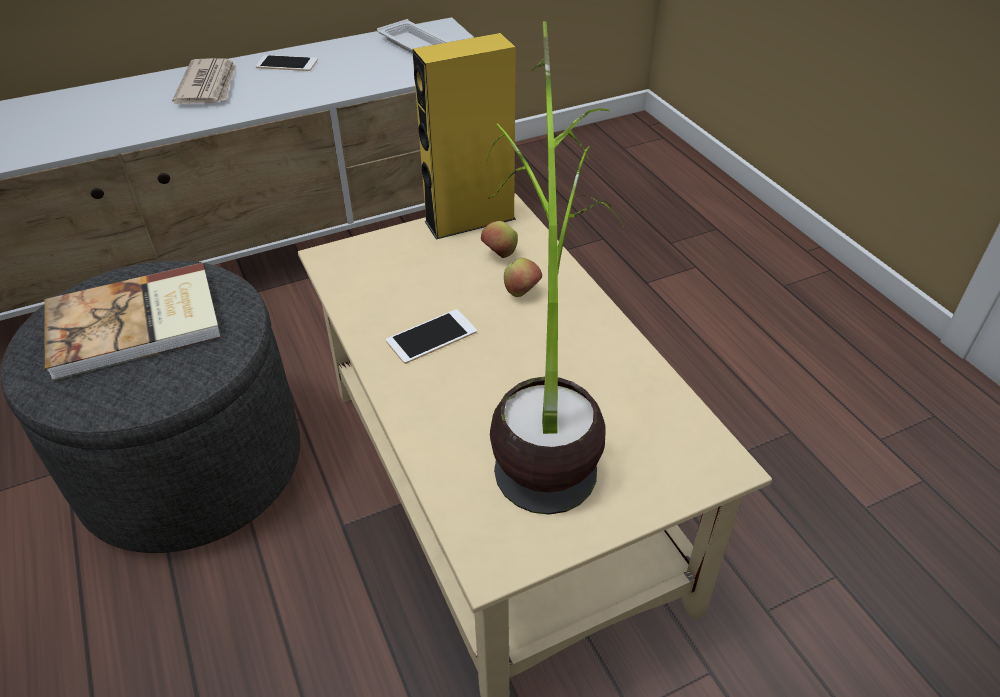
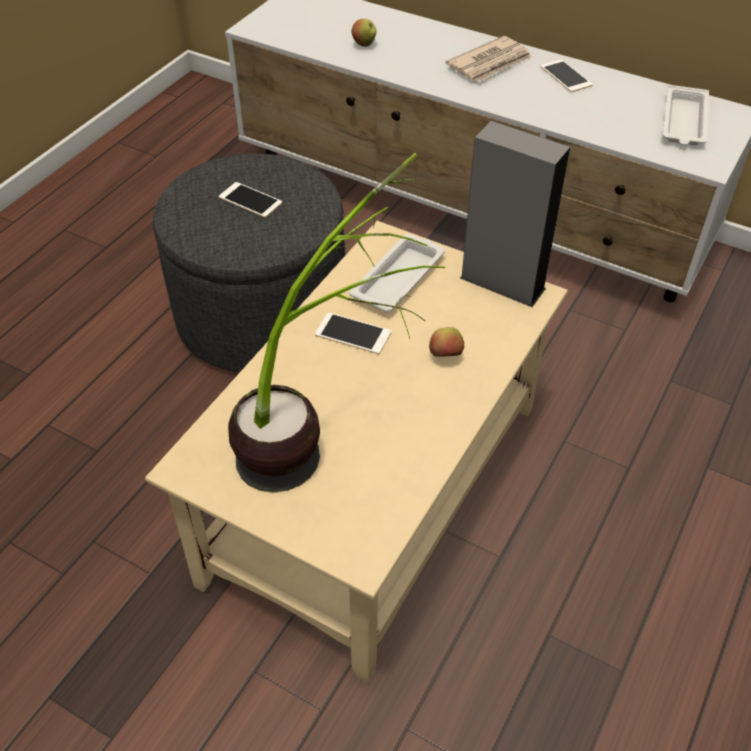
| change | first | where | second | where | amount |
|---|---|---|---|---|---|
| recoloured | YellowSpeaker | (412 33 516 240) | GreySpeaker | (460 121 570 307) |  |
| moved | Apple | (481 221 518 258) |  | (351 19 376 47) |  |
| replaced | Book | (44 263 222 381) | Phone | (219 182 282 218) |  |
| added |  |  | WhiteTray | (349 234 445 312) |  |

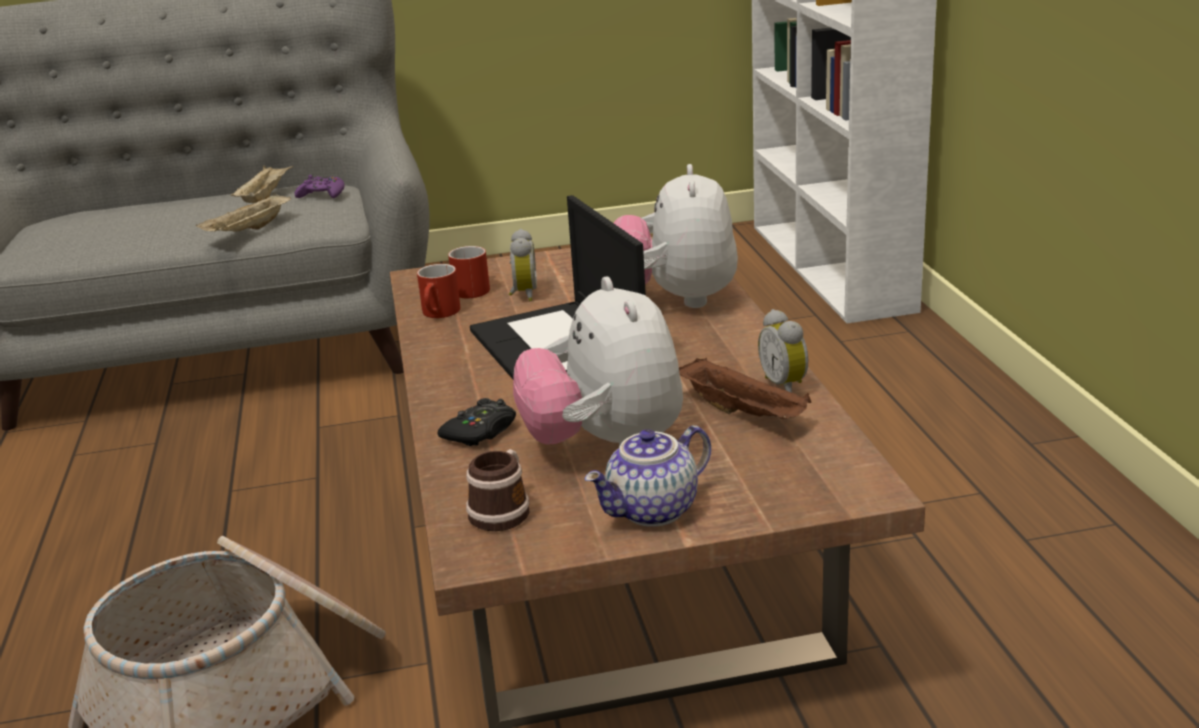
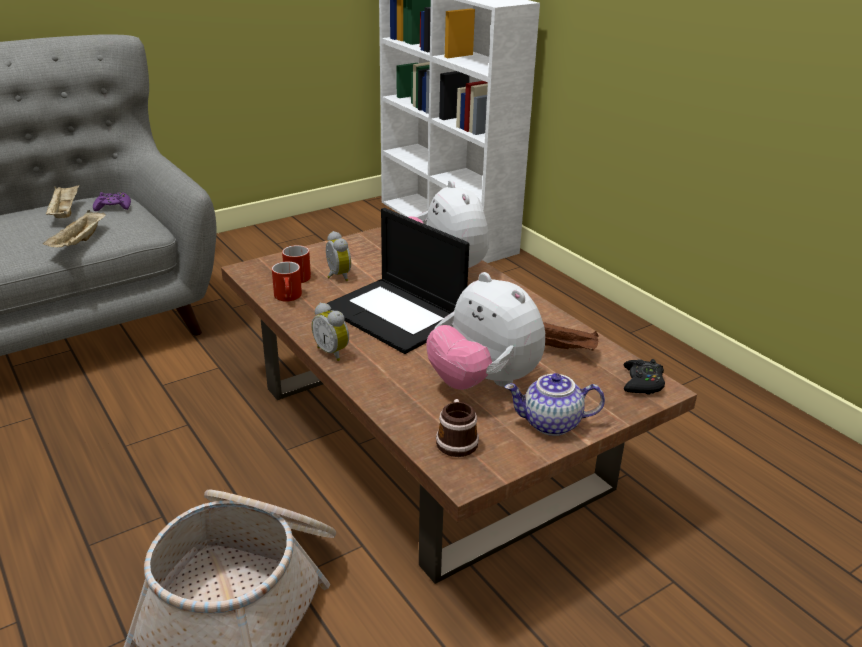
| change | first | where | second | where | amount |
|---|---|---|---|---|---|
| moved | AlarmClock | (758 309 808 393) |  | (311 303 349 361) |  |
| moved | BlackGameController | (438 398 516 446) |  | (623 359 665 395) |  |
| turned | Teapot | (585 425 711 527) |  | (505 373 605 436) | 60 degrees clockwise |

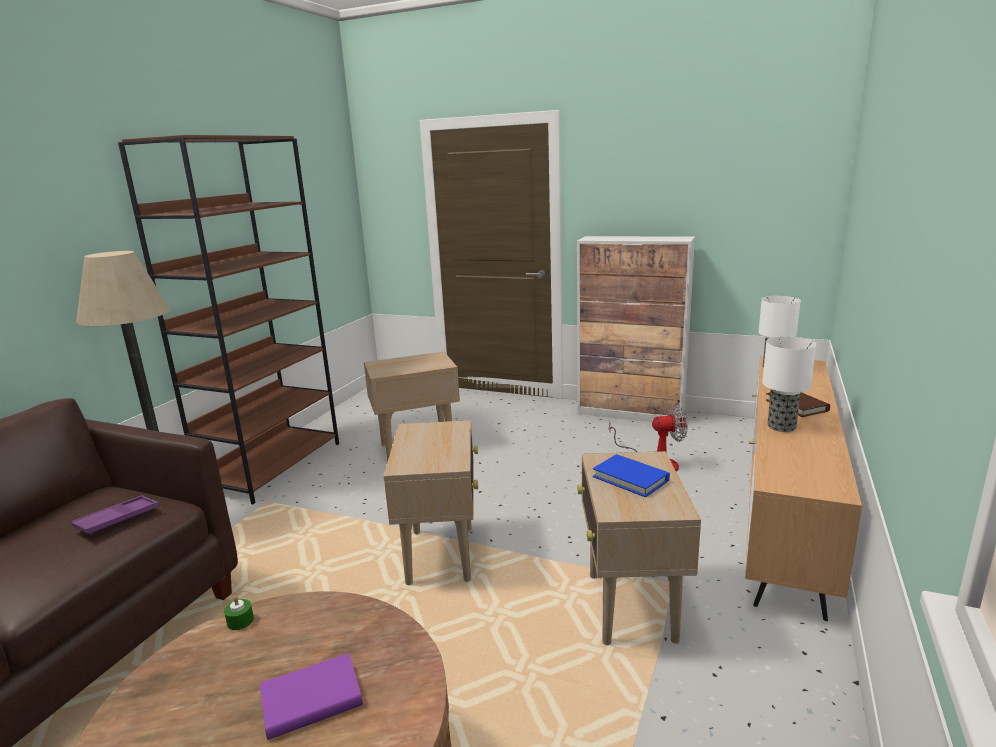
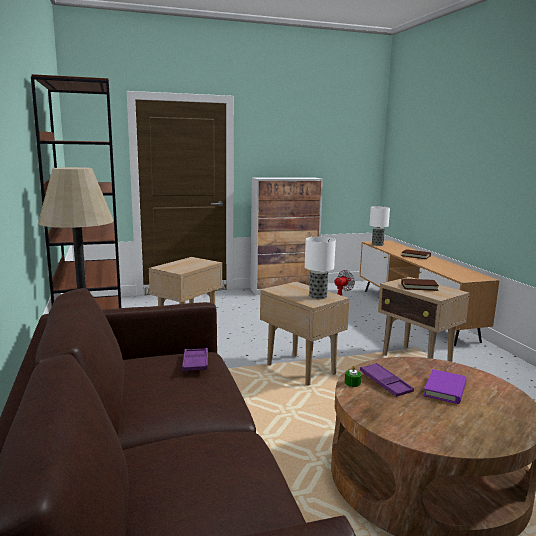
| change | first | where | second | where | amount |
|---|---|---|---|---|---|
| moved | TableLamp | (762 336 816 432) |  | (305 237 336 299) |  |
| recoloured | BlueBook | (593 454 670 497) | BrownBook | (401 278 439 291) |  |
| added |  |  | PurpleTray | (360 363 414 397) |  |

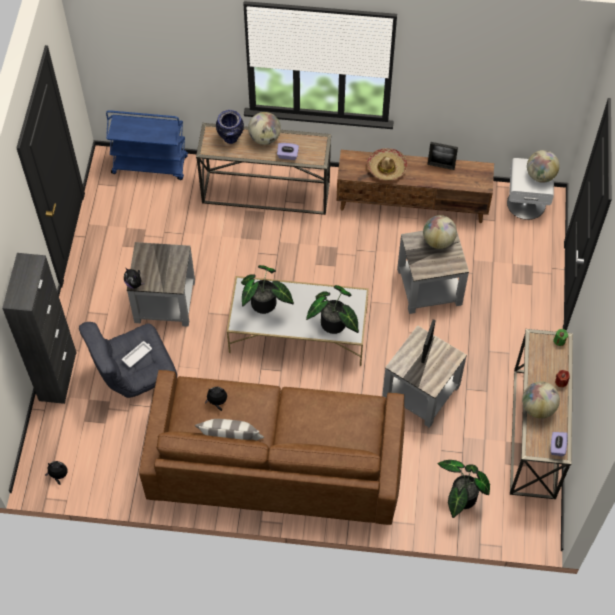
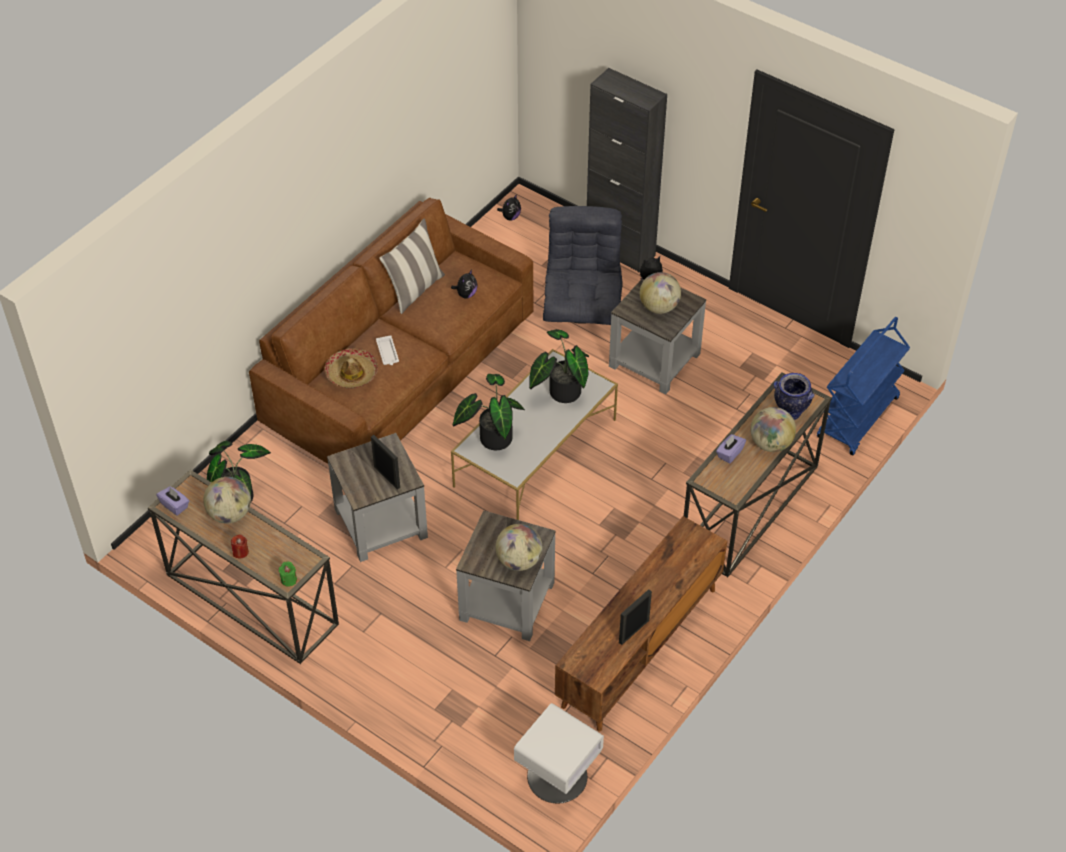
| change | first | where | second | where | amount |
|---|---|---|---|---|---|
| moved | Hat | (367 148 408 181) |  | (325 349 378 389) |  |
| moved | Globe | (527 150 560 183) |  | (640 272 681 314) |  |
| moved | WhiteTray | (122 341 152 367) |  | (376 335 399 365) |  |

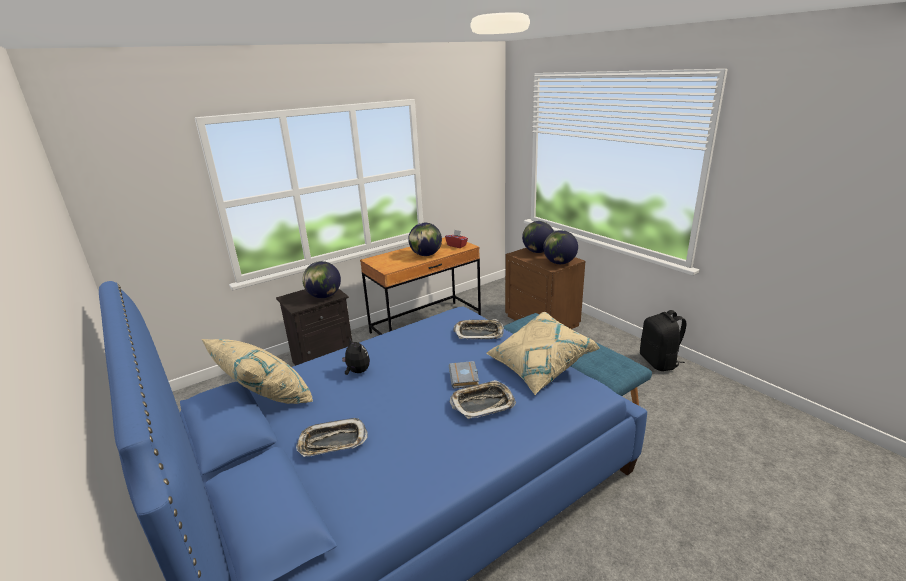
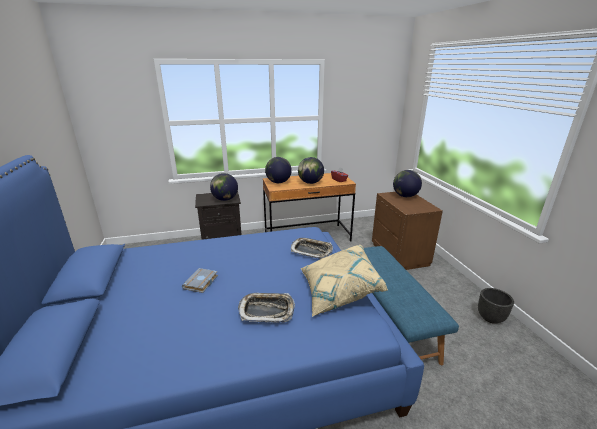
| change | first | where | second | where | amount |
|---|---|---|---|---|---|
| moved | Globe | (543 230 578 264) |  | (265 157 292 183) |  |
| replaced | BlackBackpack | (640 310 687 371) | BlackPlanter | (478 288 514 324) |  |
| removed | BeigePillow | (201 339 313 404) |  |  |  |
| removed | PlushToy | (342 339 370 375) |  |  |  |
| moved | GreyBook | (449 361 479 389) |  | (182 268 218 293) |  |
| removed | Tray | (296 418 368 457) |  |  |  |

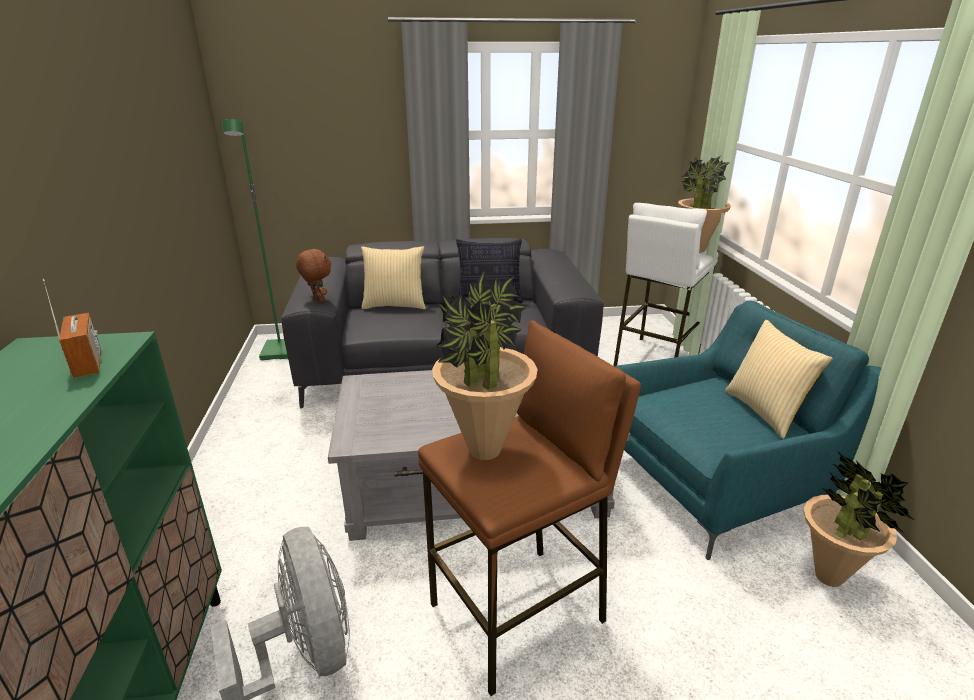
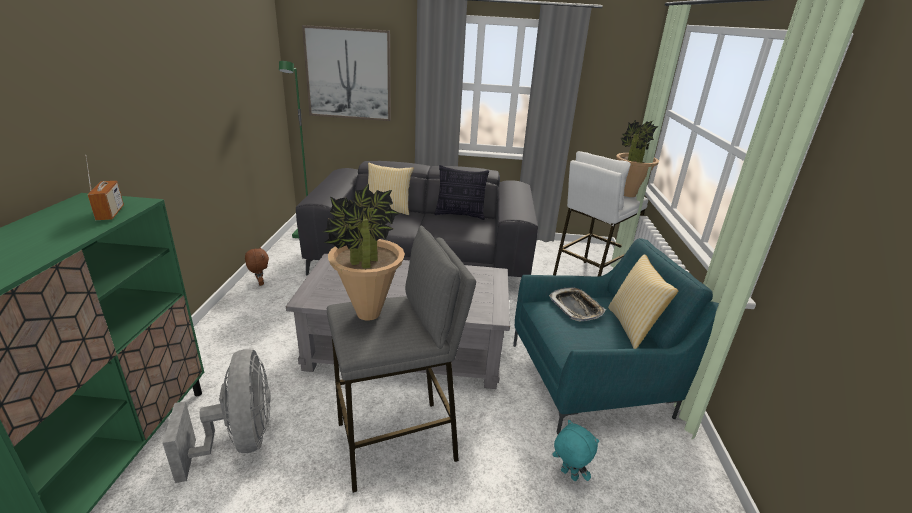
| change | first | where | second | where | amount |
|---|---|---|---|---|---|
| moved | BrownPlushToy | (296 248 331 302) |  | (245 247 269 286) |  |
| recoloured | BrownStool | (418 320 641 696) | GreyStool | (327 226 476 493) |  |
| removed | PottedPlant | (804 451 914 587) |  |  |  |
| added |  |  | Picture | (302 25 391 121) |  |
| added |  |  | Tray | (549 287 606 322) |  |
| added |  |  | TurquoisePlushToy | (553 420 599 481) |  |

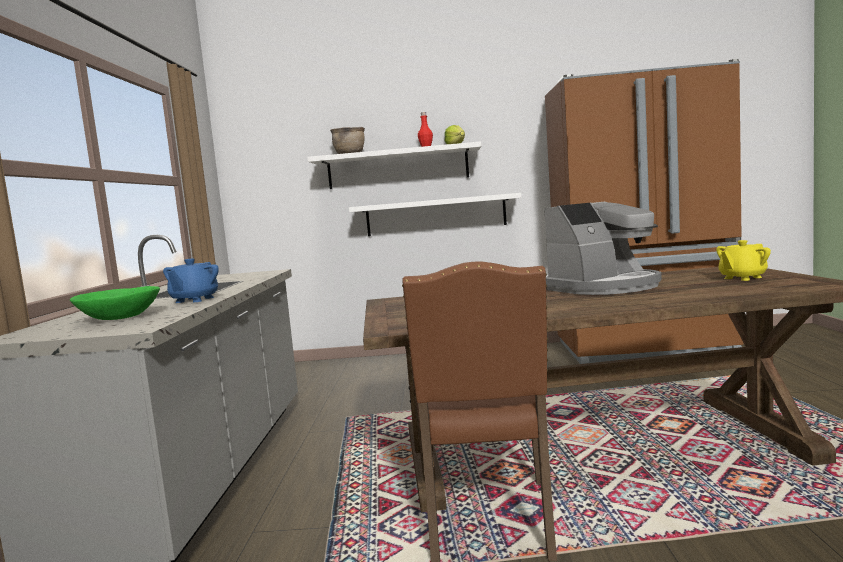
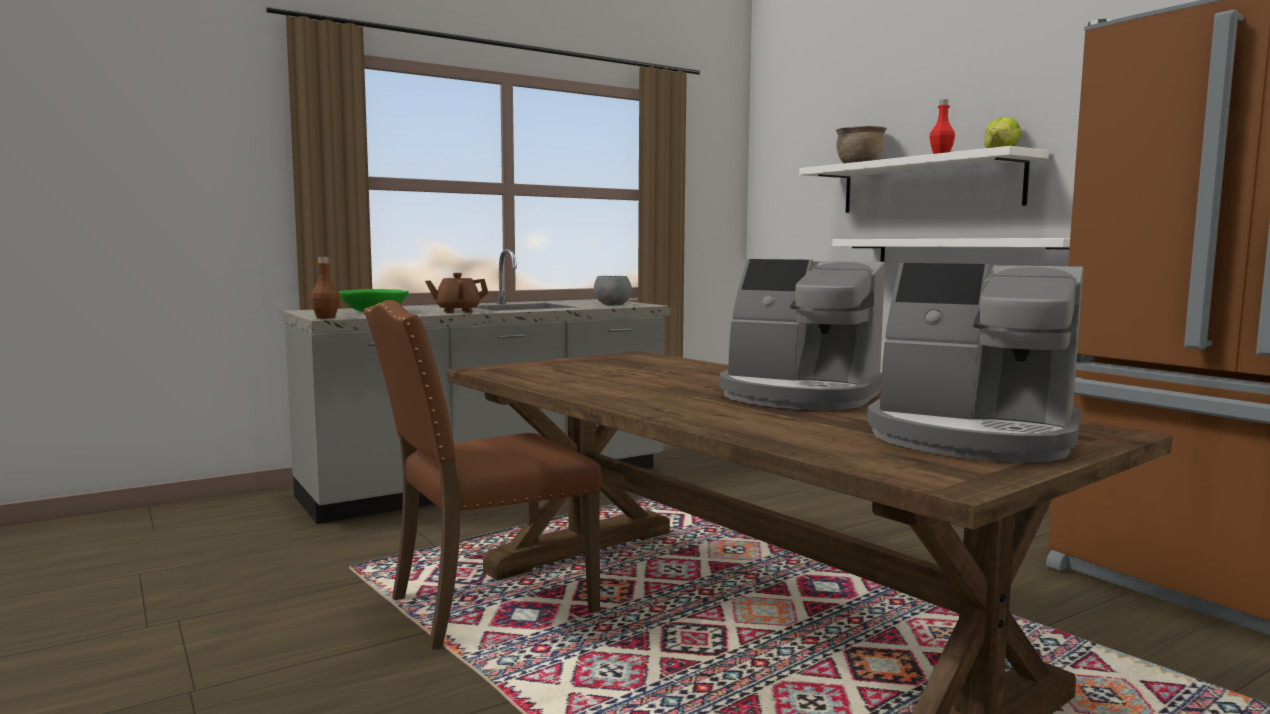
| change | first | where | second | where | amount |
|---|---|---|---|---|---|
| replaced | YellowTeapot | (716 240 771 281) | CoffeeMachine | (867 263 1084 463) |  |
| recoloured | BlueTeapot | (163 259 219 303) | BrownTeapot | (425 273 488 313) |  |
| added |  |  | BrownBottle | (310 257 340 319) |  |
| added |  |  | GreyBowl | (594 276 632 306) |  |

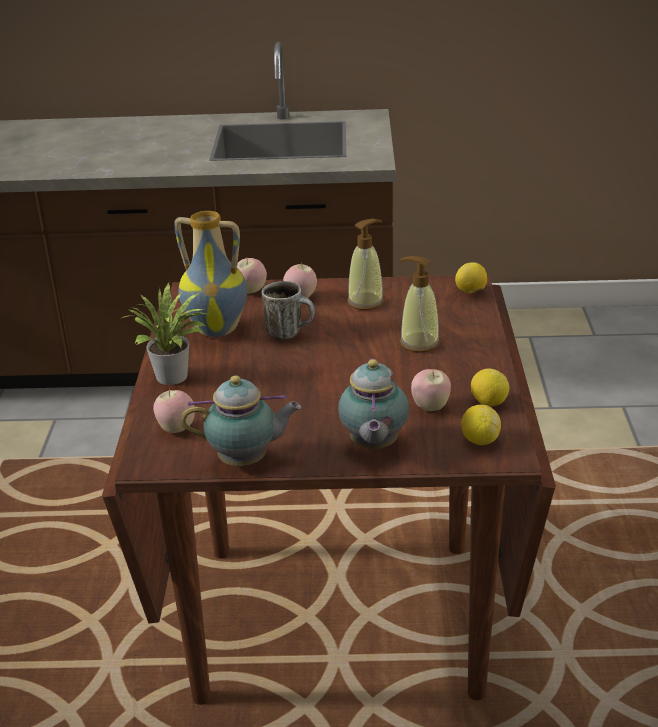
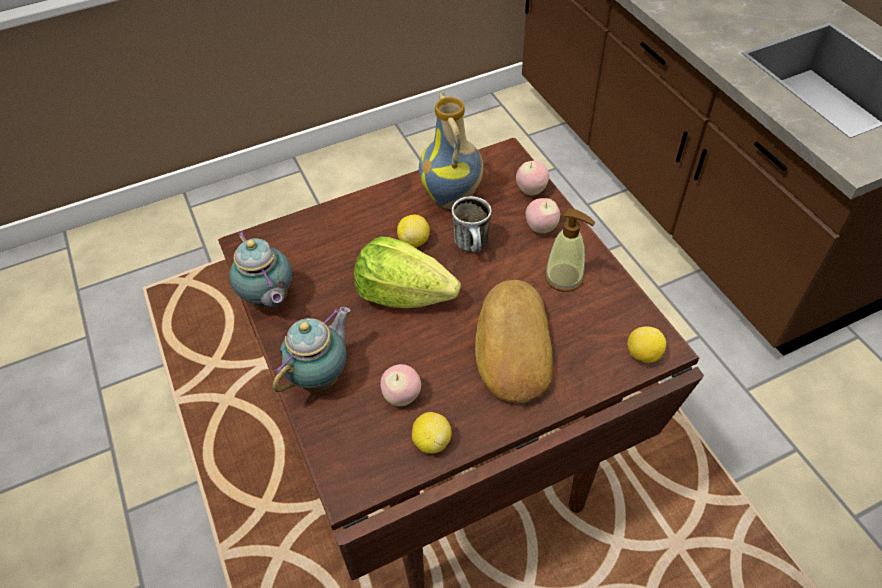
| change | first | where | second | where | amount |
|---|---|---|---|---|---|
| replaced | SoapDispenser | (400 256 440 353) | Bread | (475 280 553 404) |  |
| removed | PottedPlant | (120 283 208 385) |  |  |  |
| turned | Teapot | (338 358 409 449) |  | (273 307 351 392) | 150 degrees clockwise |
| removed | Apple | (153 389 195 433) |  |  |  |
| moved | Lemon | (461 405 501 445) |  | (397 215 430 248) |  |
| added |  |  | Lettuce | (354 237 461 308) |  |

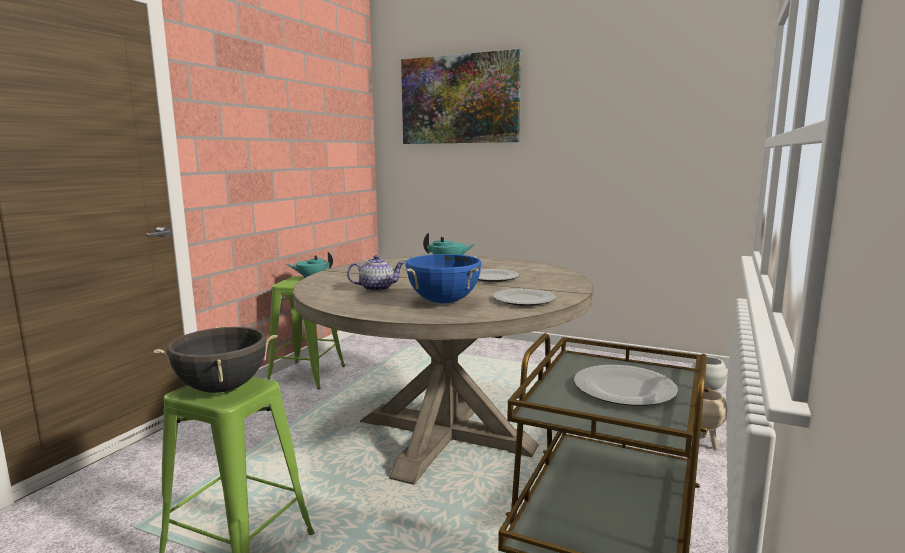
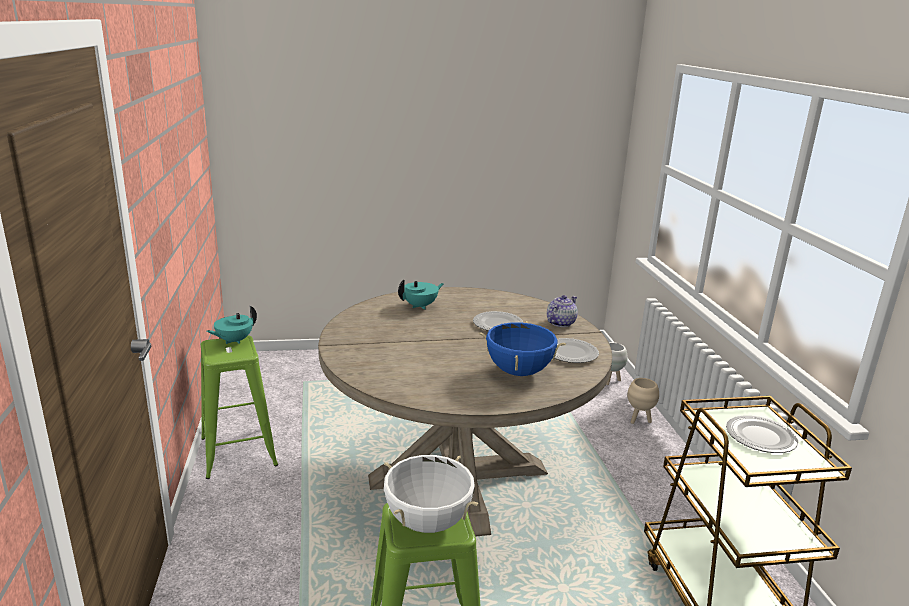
| change | first | where | second | where | amount |
|---|---|---|---|---|---|
| removed | Picture | (401 49 521 144) |  |  |  |
| moved | Teapot | (347 255 404 291) |  | (547 295 578 327) |  |
| recoloured | BlackCookingPot | (154 327 278 393) | WhiteCookingPot | (384 455 478 533) |  |

